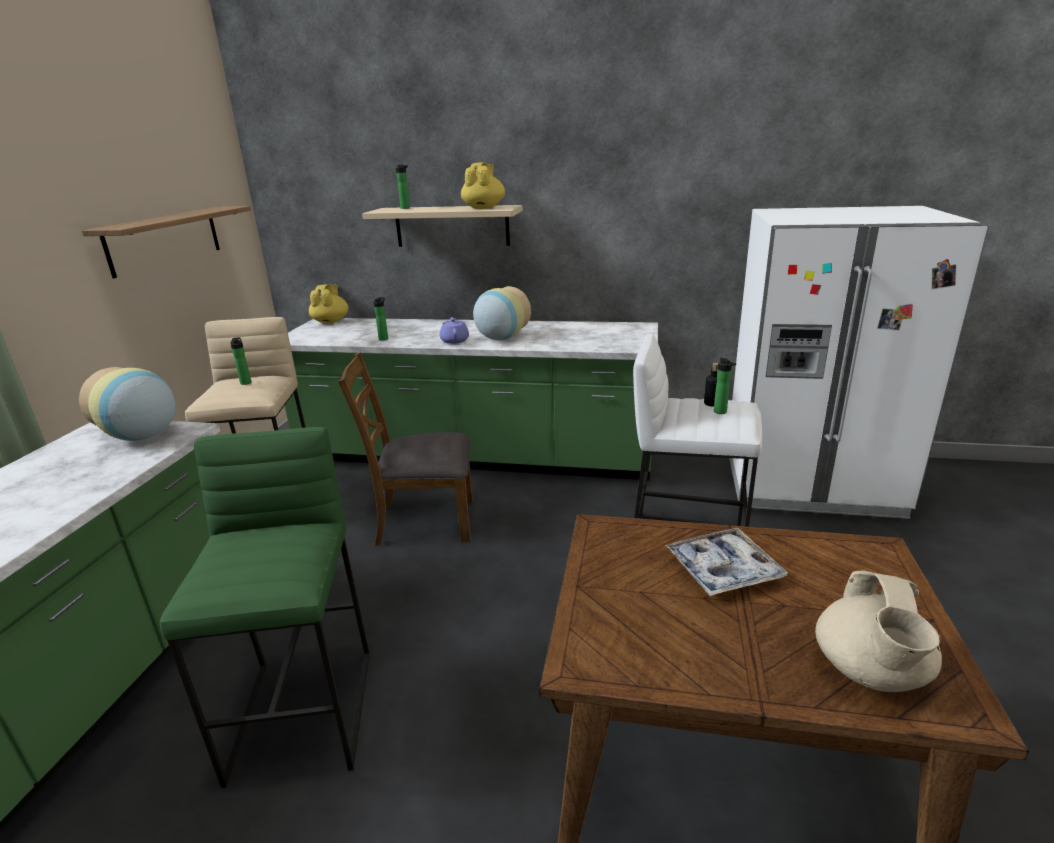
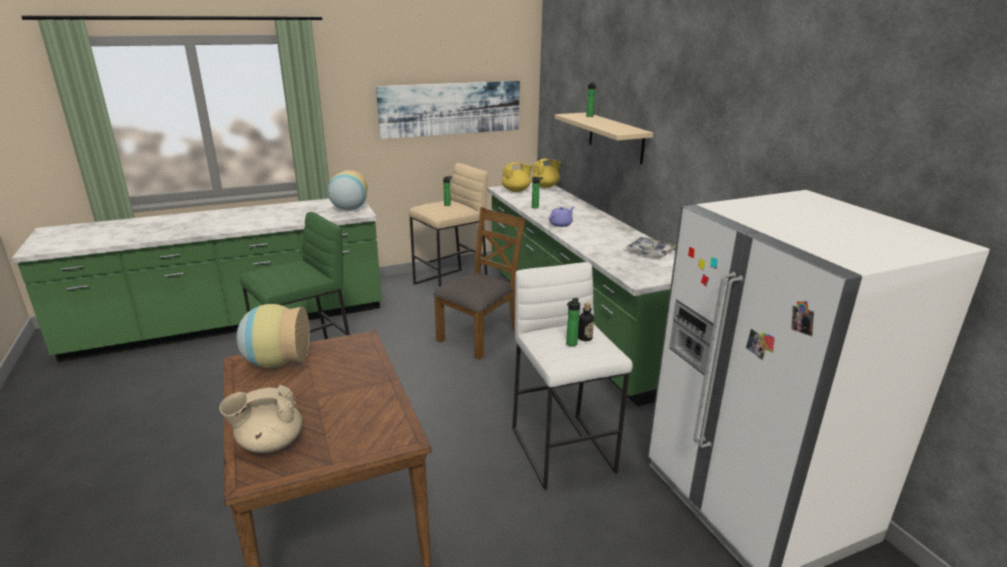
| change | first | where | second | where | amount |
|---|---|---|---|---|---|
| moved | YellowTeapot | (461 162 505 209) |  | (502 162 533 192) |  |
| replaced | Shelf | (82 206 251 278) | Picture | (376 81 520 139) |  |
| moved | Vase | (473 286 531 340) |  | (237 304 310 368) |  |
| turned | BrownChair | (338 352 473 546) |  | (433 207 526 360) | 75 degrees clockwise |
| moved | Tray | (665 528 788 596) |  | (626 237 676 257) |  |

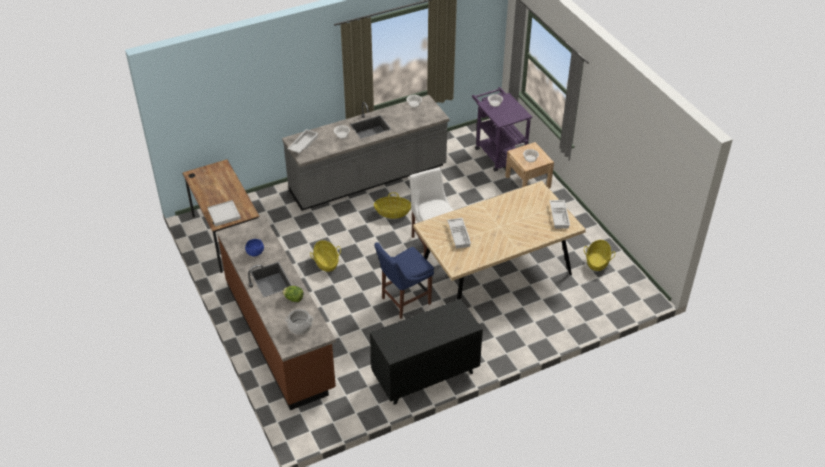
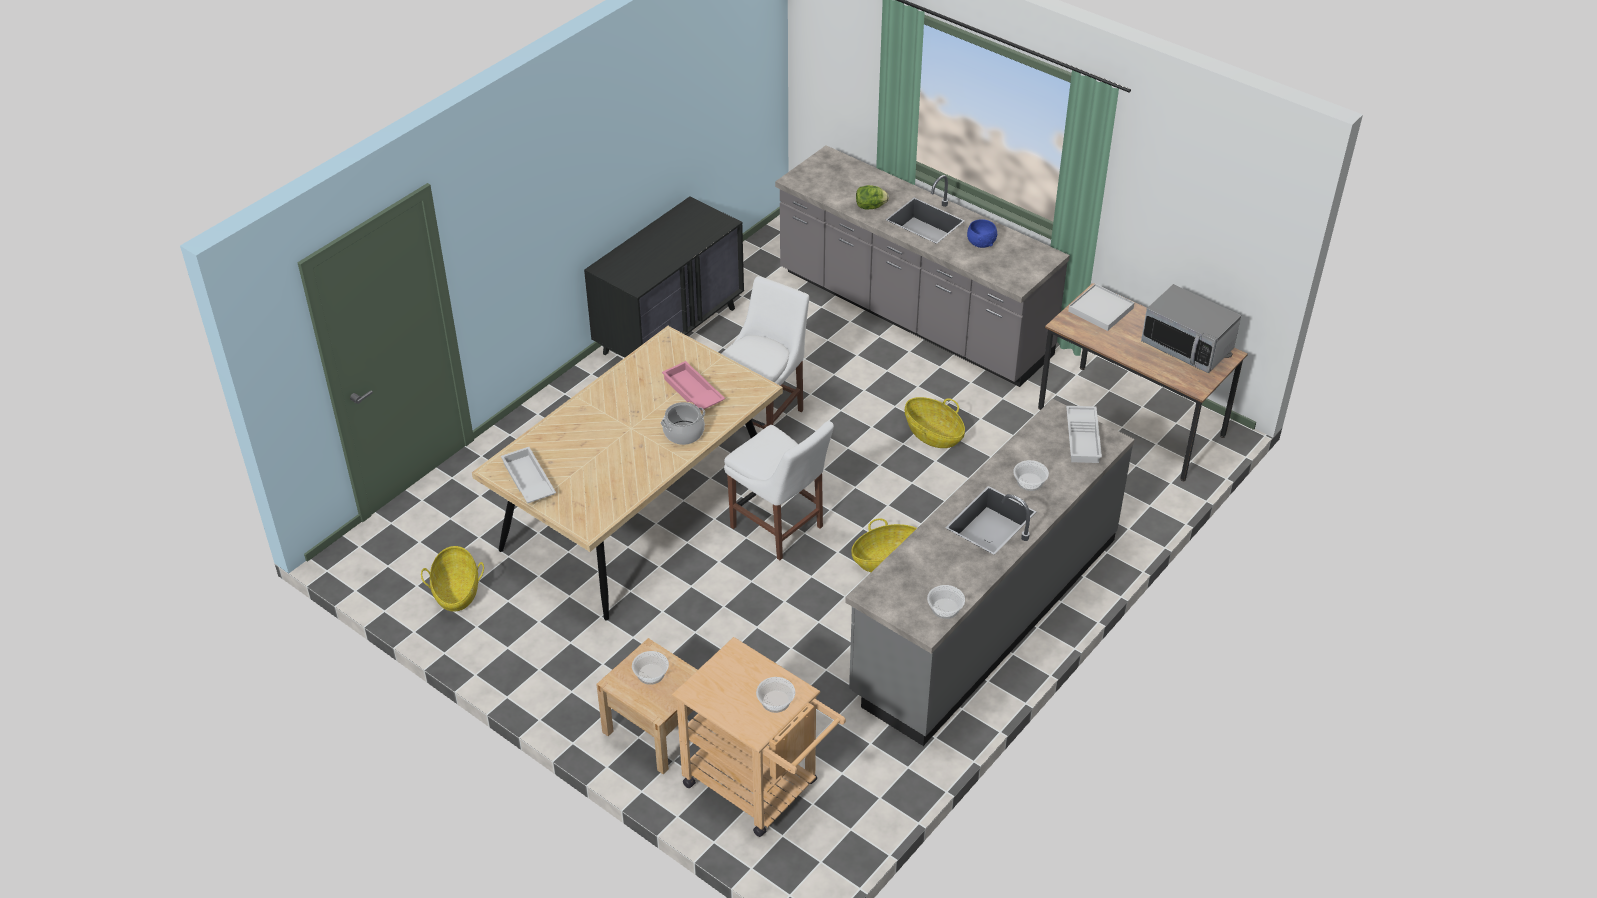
| change | first | where | second | where | amount |
|---|---|---|---|---|---|
| recoloured | PurpleCart | (472 87 533 171) | BeigeCart | (672 637 846 837) |  |
| recoloured | BrownCounter | (217 216 336 410) | GreyCounter | (775 145 1070 387) |  |
| recoloured | WhiteTray | (447 218 471 249) | PinkTray | (662 361 725 411) |  |
| recoloured | BlueChair | (374 242 434 319) | WhiteChair | (721 276 809 429) |  |
| moved | CookingPot | (285 309 313 335) |  | (661 402 705 445) |  |
| added |  |  | Microwave | (1141 284 1241 373) |  |

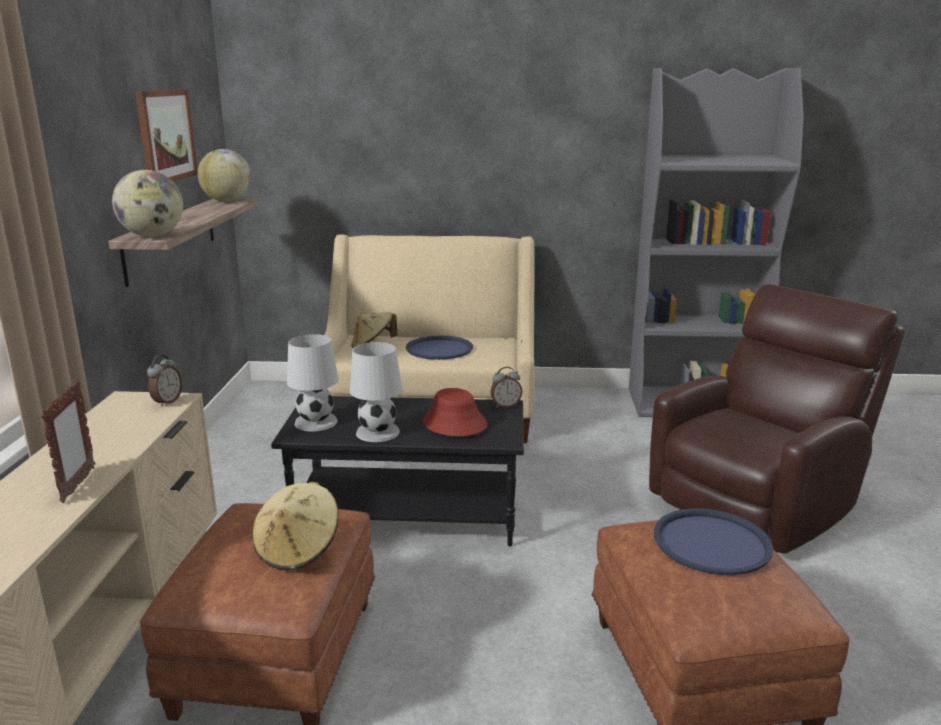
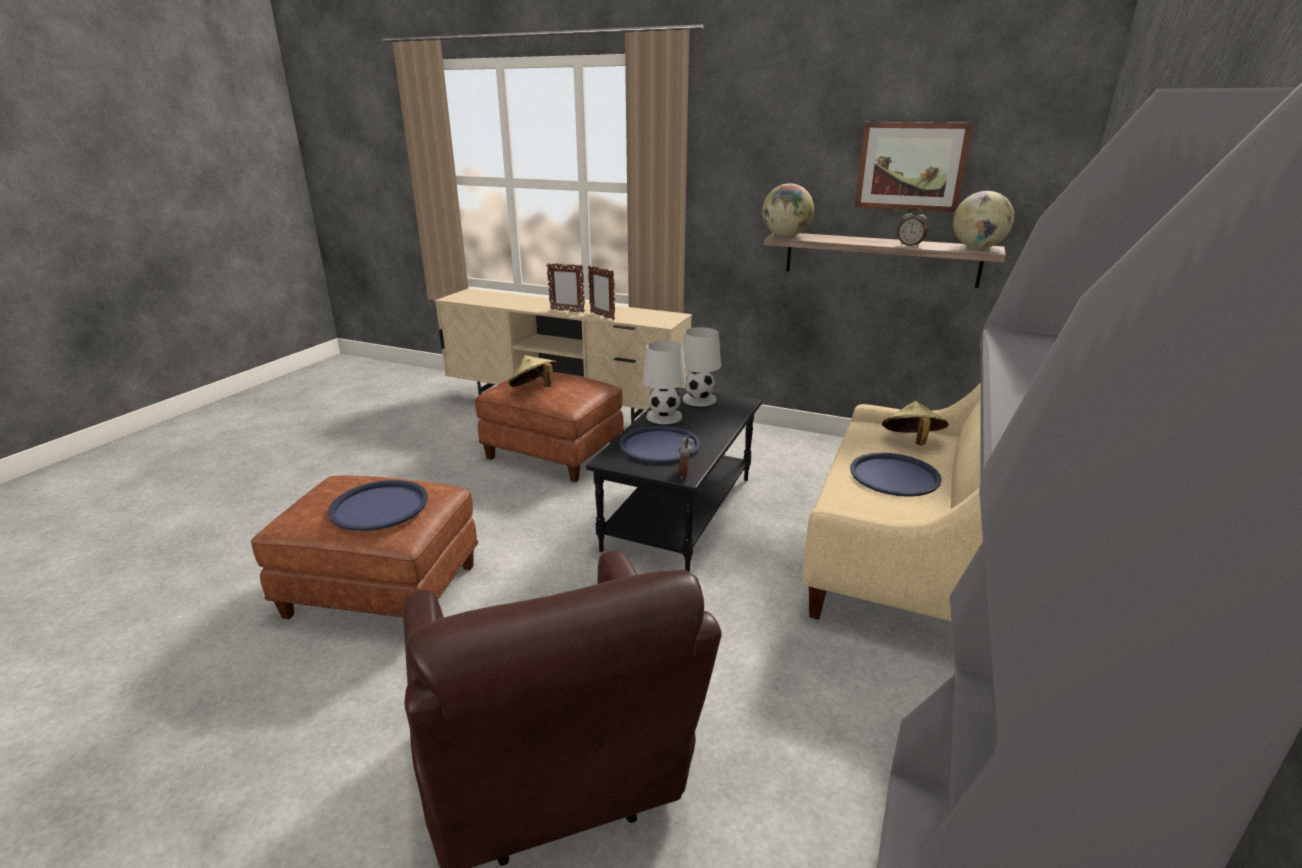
| change | first | where | second | where | amount |
|---|---|---|---|---|---|
| moved | AlarmClock | (147 355 182 407) |  | (898 208 927 246) |  |
| replaced | RedHat | (423 388 487 436) | BlueTray | (619 425 700 463) |  |
| added |  |  | PictureFrame | (588 265 615 320) |  |

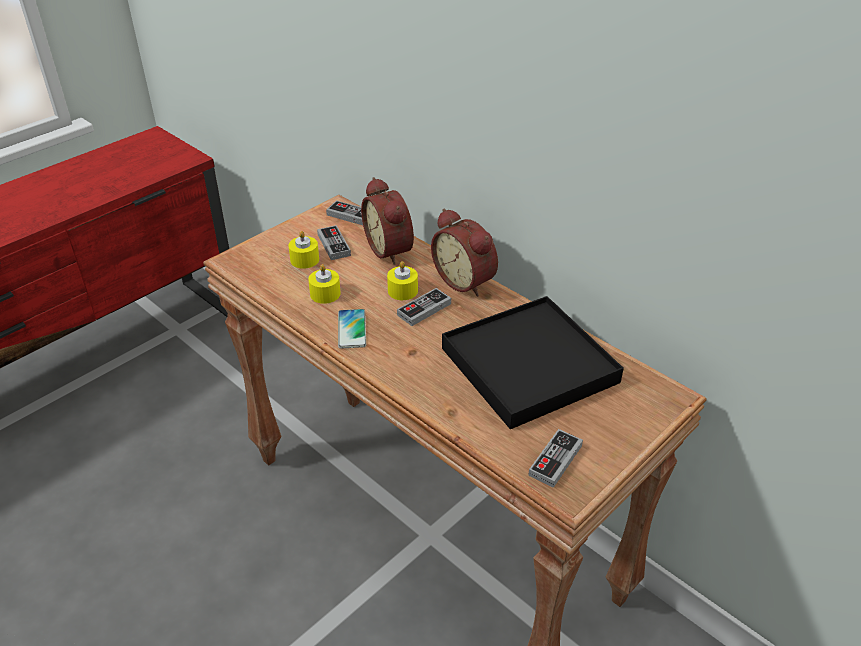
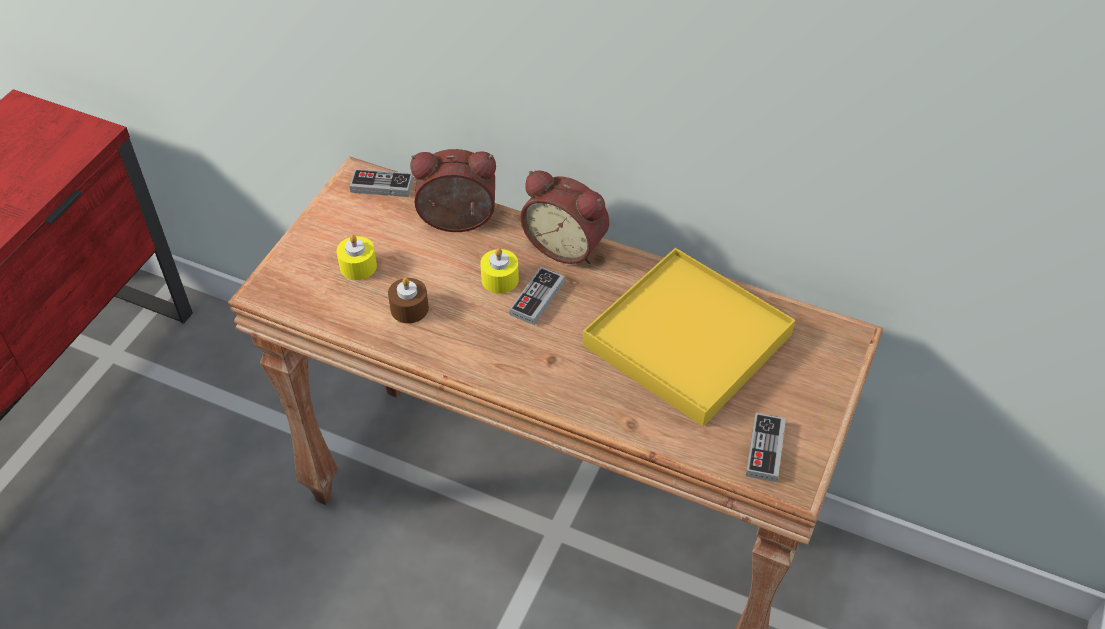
| change | first | where | second | where | amount |
|---|---|---|---|---|---|
| turned | AlarmClock | (361 177 414 265) |  | (410 149 496 232) | 135 degrees clockwise |
| removed | GameController | (317 225 351 260) |  |  |  |
| recoloured | YellowCandle | (308 264 341 304) | BrownCandle | (388 278 429 323) |  |
| recoloured | BlackTray | (442 296 624 429) | YellowTray | (582 248 795 427) |  |
| removed | Phone | (338 309 366 349) |  |  |  |

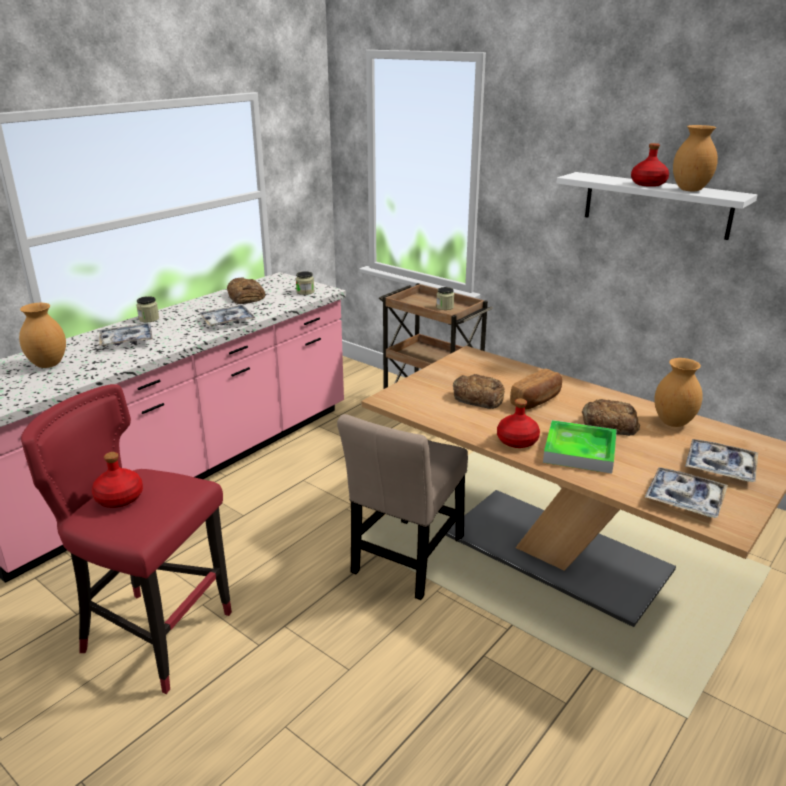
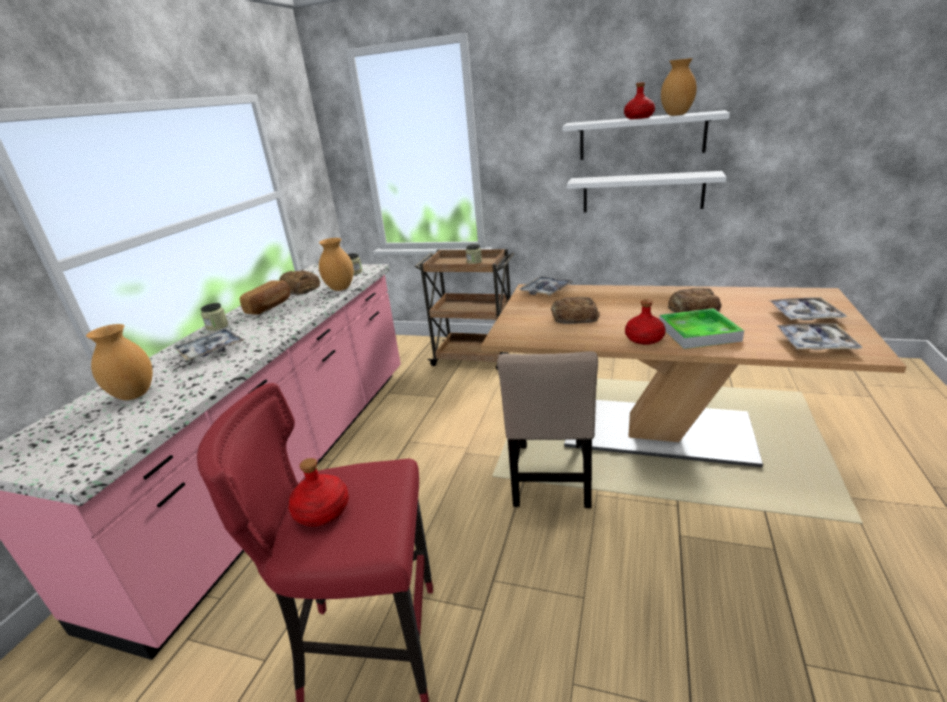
| change | first | where | second | where | amount |
|---|---|---|---|---|---|
| moved | Tray | (200 305 255 326) |  | (519 276 573 296) |  |
| moved | BrownVase | (654 358 702 427) |  | (319 238 354 291) |  |
| moved | Bread | (510 369 562 410) |  | (240 280 290 315) |  |
| added |  |  | WhiteShelf | (567 171 726 212) |  |

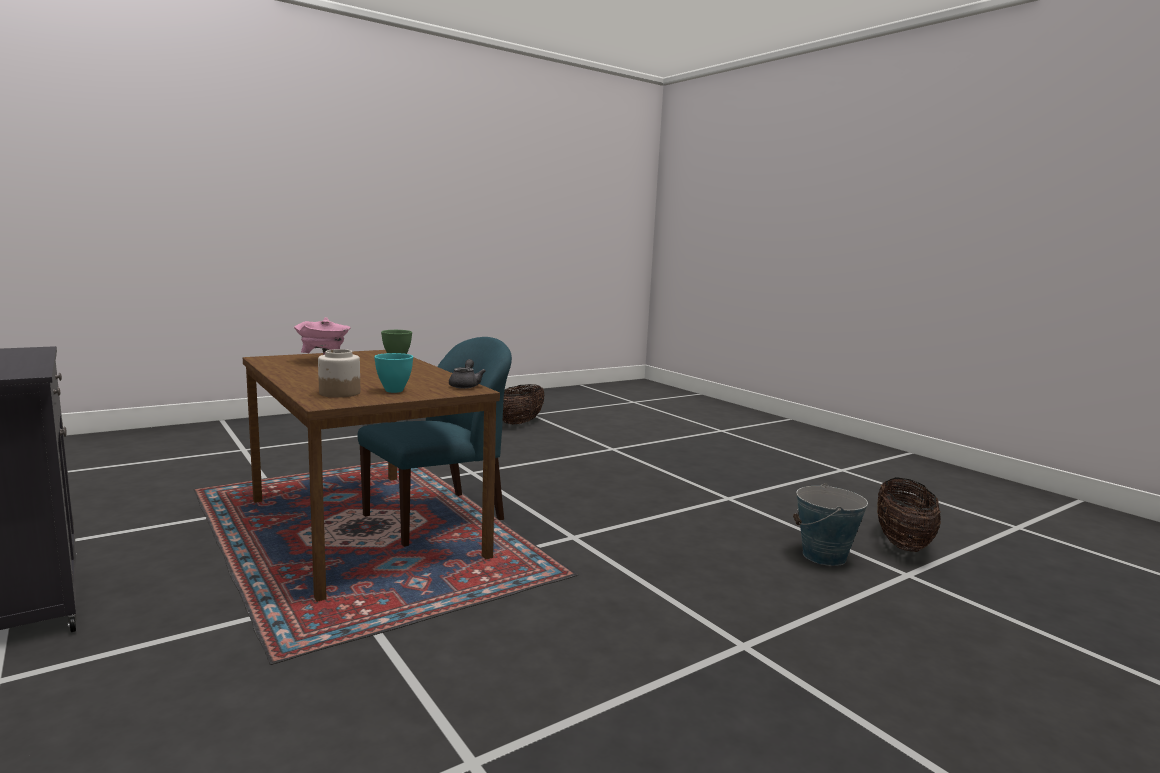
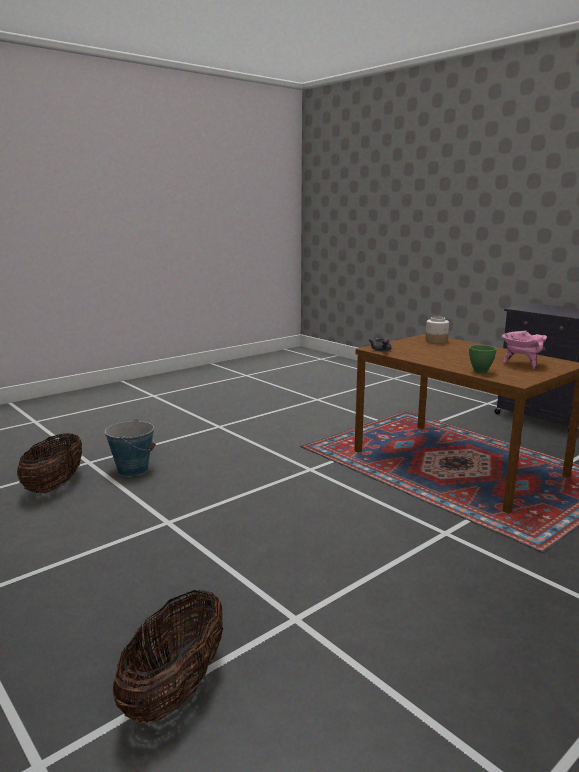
| change | first | where | second | where | amount |
|---|---|---|---|---|---|
| removed | BlueChair | (357 337 512 547) |  |  |  |
| removed | TurquoiseBowl | (374 353 413 393) |  |  |  |
| moved | Basket | (503 384 544 425) |  | (113 590 223 724) |  |

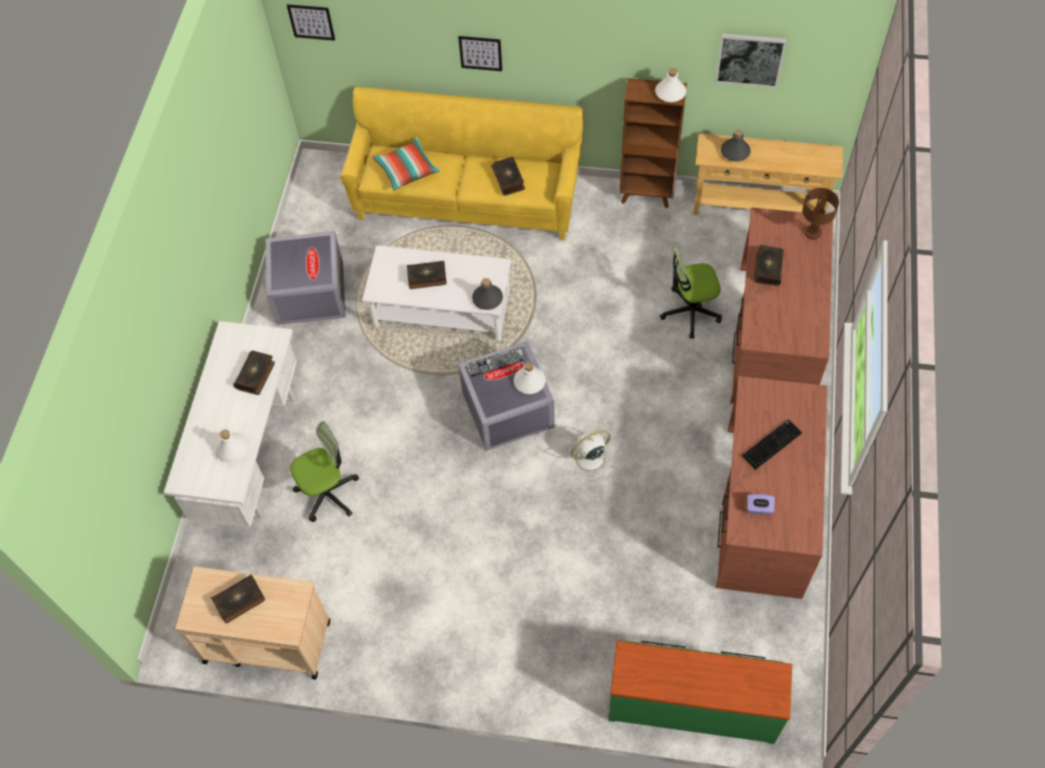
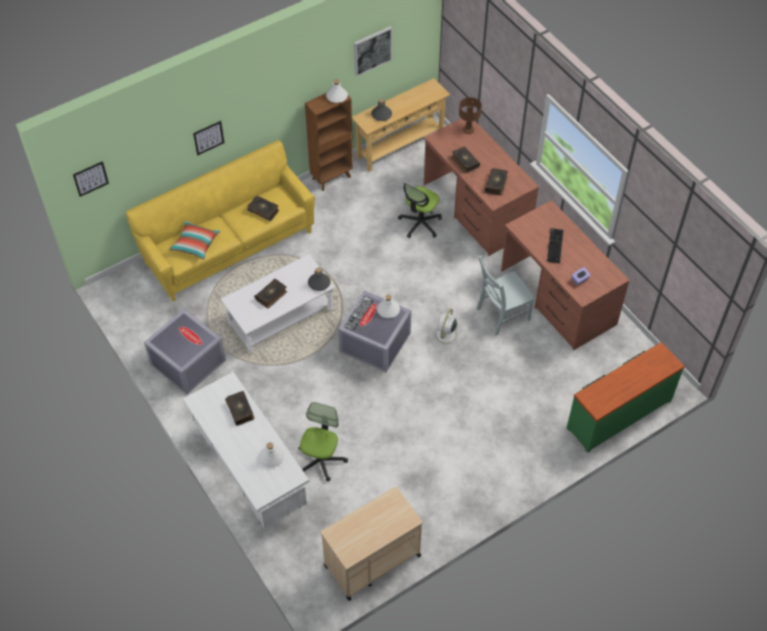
| change | first | where | second | where | amount |
|---|---|---|---|---|---|
| moved | Book | (211 575 265 623) |  | (485 168 508 196) |  |
| added |  |  | GreyChair | (477 255 535 336) |  |

